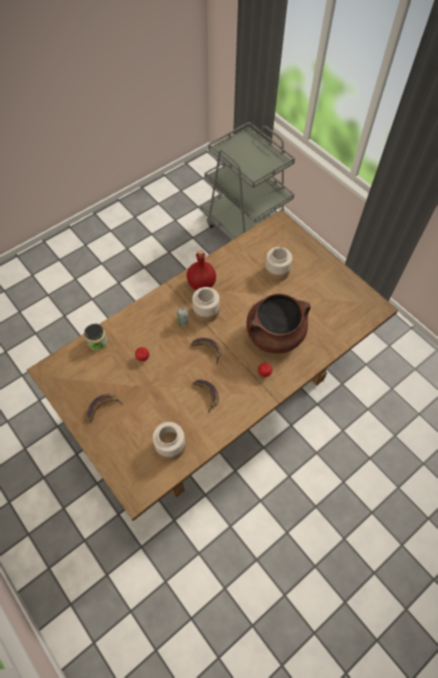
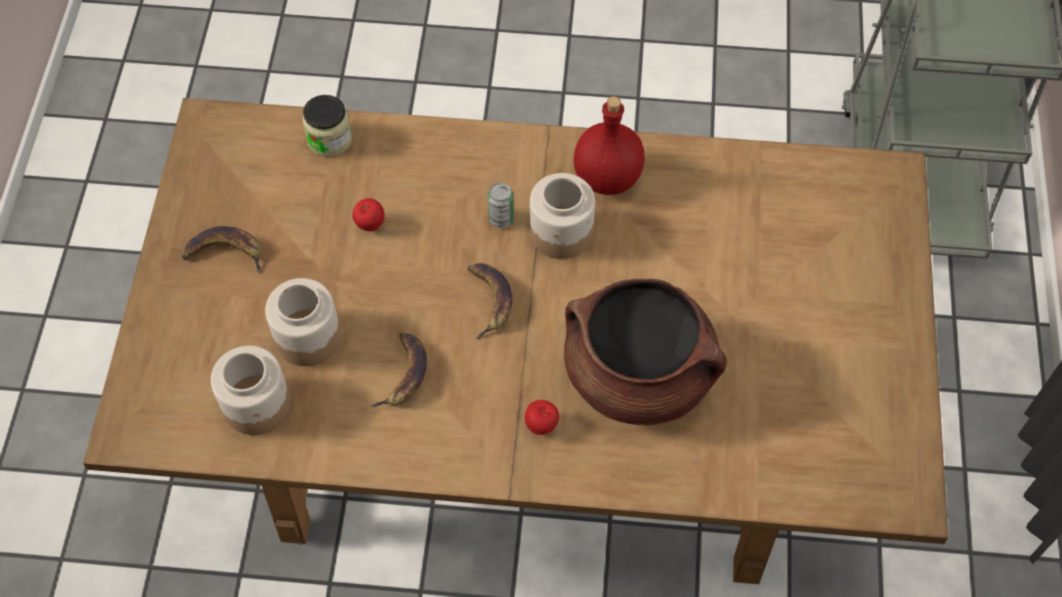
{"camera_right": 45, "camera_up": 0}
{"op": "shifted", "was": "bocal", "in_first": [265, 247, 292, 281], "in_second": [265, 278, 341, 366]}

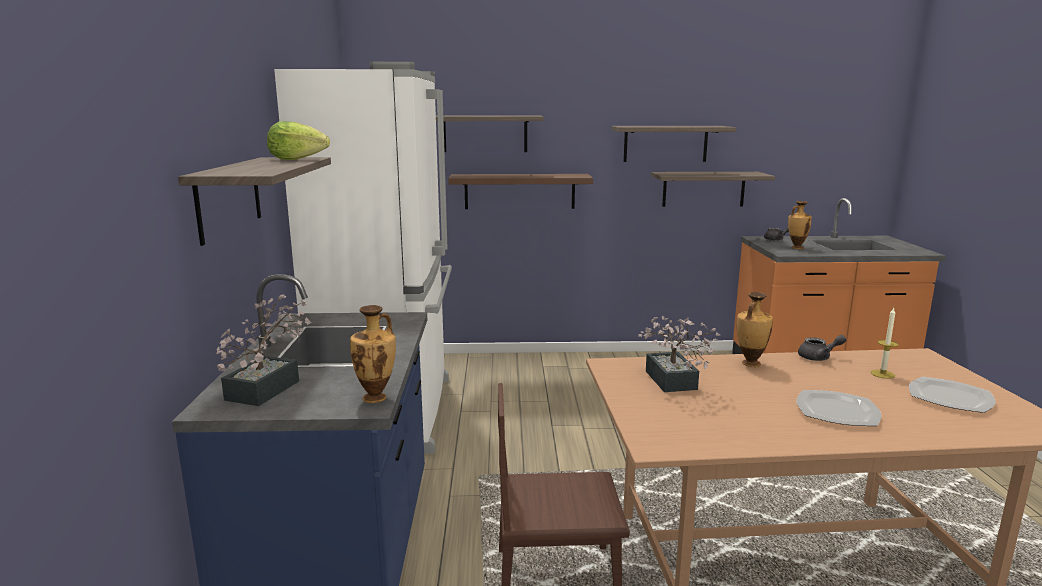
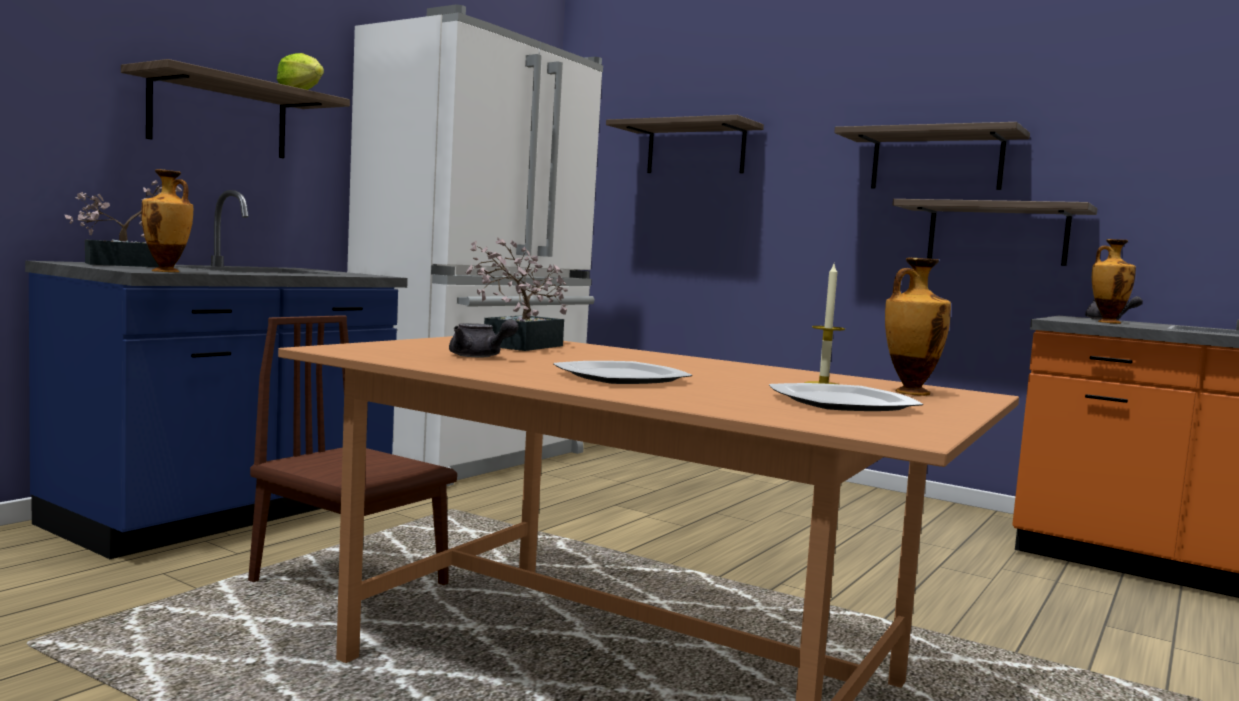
{"camera_right": 35, "camera_up": -10}
{"op": "gone", "was": "étagère (marron)", "in_first": [448, 174, 593, 209]}
{"op": "shifted", "was": "vase", "in_first": [737, 292, 773, 367], "in_second": [885, 258, 951, 396]}
{"op": "shifted", "was": "théière (gris)", "in_first": [798, 335, 846, 361], "in_second": [449, 319, 519, 357]}

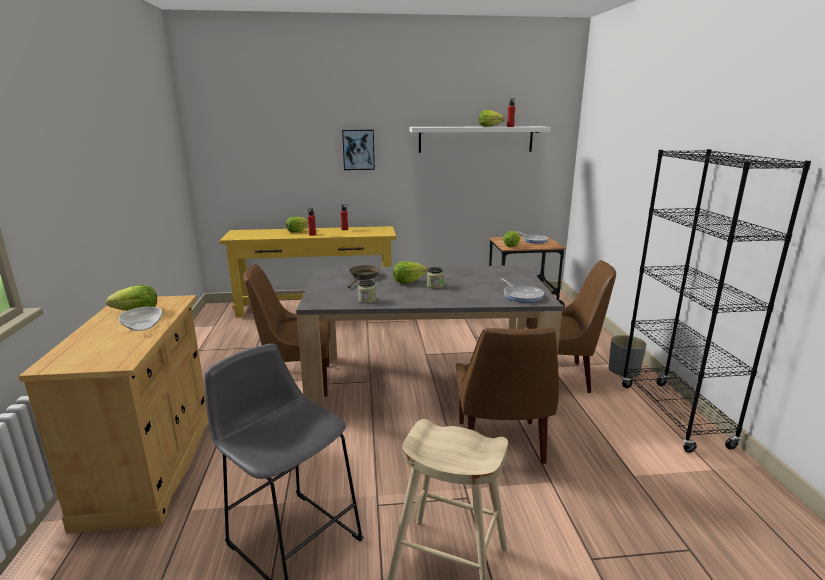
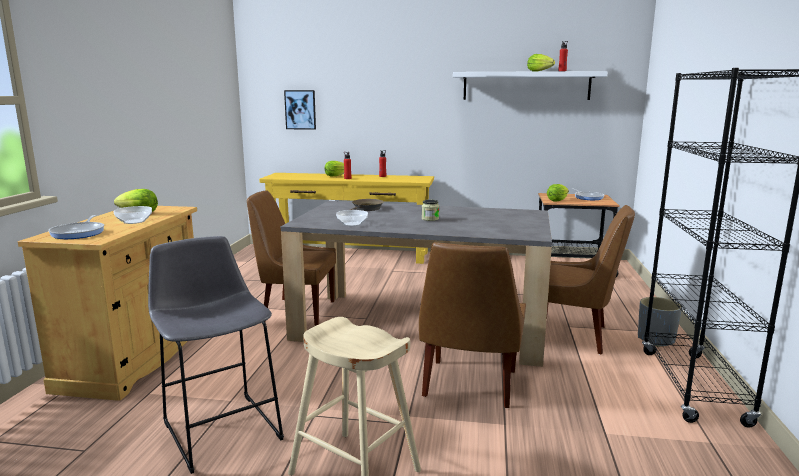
{"camera_right": 15, "camera_up": -5}
{"op": "shifted", "was": "tableau", "in_first": [342, 130, 375, 170], "in_second": [284, 90, 316, 130]}
{"op": "swapped", "was": "bocal", "now": "bol", "in_first": [358, 280, 376, 303], "in_second": [336, 210, 368, 226]}
{"op": "gone", "was": "laitue", "in_first": [393, 261, 427, 284]}
{"op": "shifted", "was": "poêle", "in_first": [501, 278, 544, 303], "in_second": [48, 215, 104, 239]}

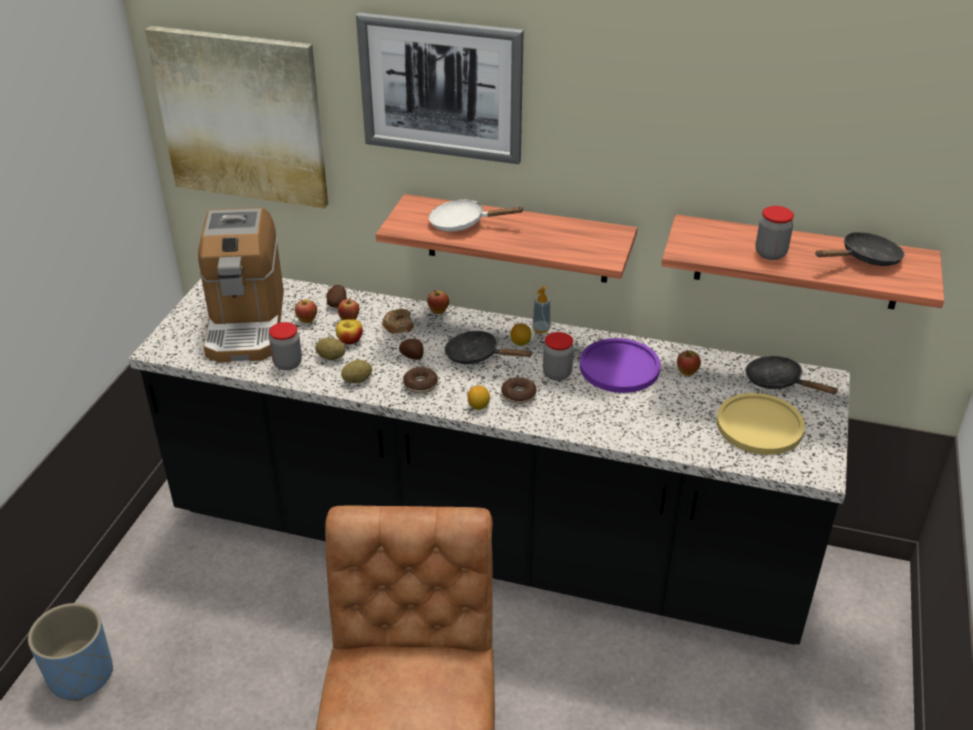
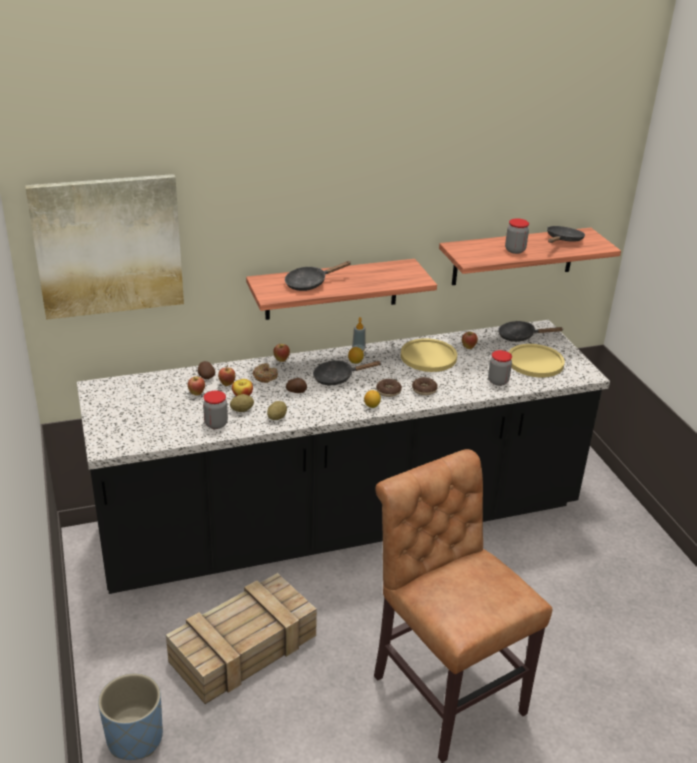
{"camera_right": -35, "camera_up": -5}
{"op": "gone", "was": "machine à café", "in_first": [198, 208, 284, 363]}
{"op": "gone", "was": "tableau", "in_first": [356, 13, 523, 164]}
{"op": "shifted", "was": "beignet", "in_first": [403, 367, 438, 393], "in_second": [412, 377, 438, 396]}
{"op": "repainted", "was": "poêle (blanc)", "now": "poêle (noir)", "in_first": [429, 199, 525, 232], "in_second": [285, 261, 351, 291]}
{"op": "shifted", "was": "bocal", "in_first": [543, 332, 574, 381], "in_second": [488, 350, 512, 386]}
{"op": "repainted", "was": "assiette (violet)", "now": "assiette (jaune)", "in_first": [580, 338, 661, 393], "in_second": [401, 338, 457, 372]}
{"op": "new", "now": "caisse", "in_second": [166, 573, 317, 704]}

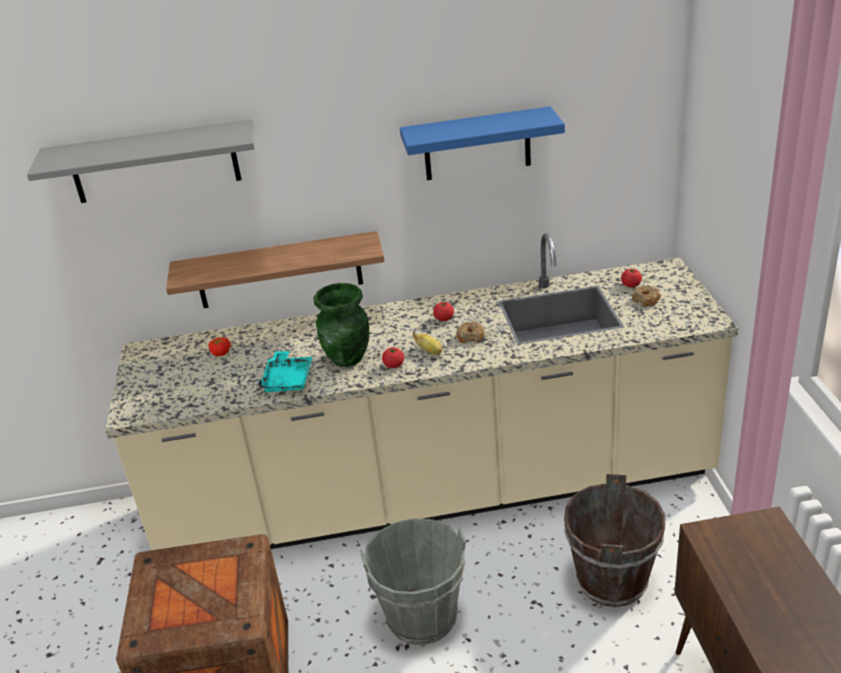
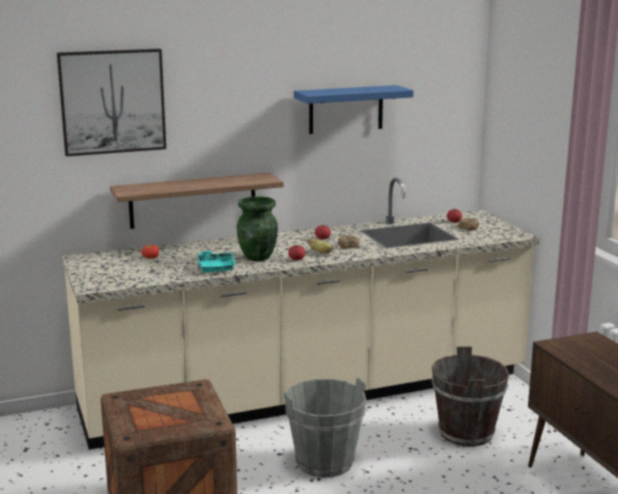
{"camera_right": -15, "camera_up": -15}
{"op": "swapped", "was": "étagère (gris)", "now": "tableau", "in_first": [27, 119, 255, 203], "in_second": [57, 49, 166, 157]}

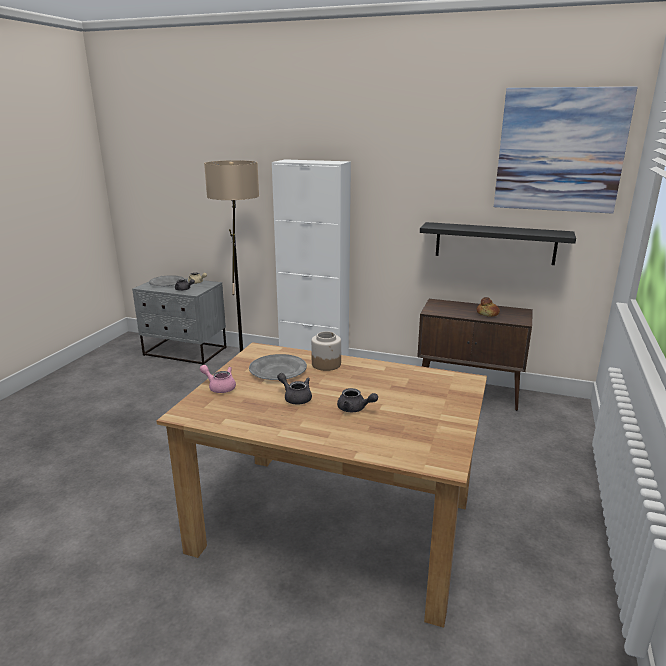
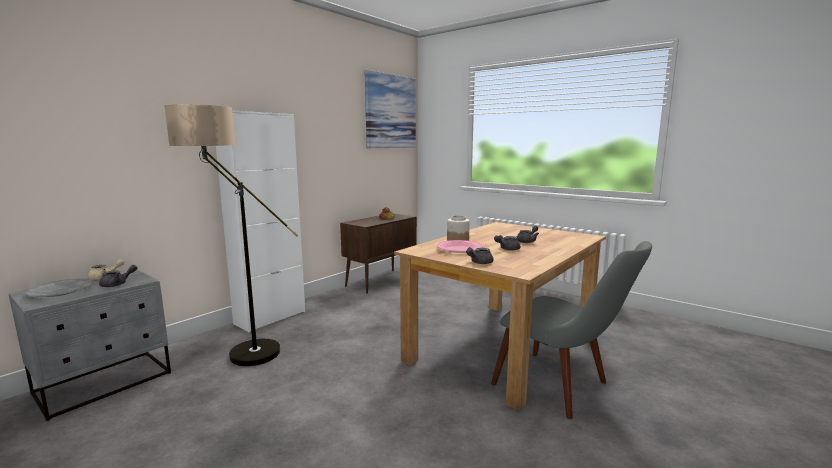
{"camera_right": -70, "camera_up": -10}
{"op": "repainted", "was": "théière (rose)", "now": "théière (gris)", "in_first": [200, 365, 236, 393], "in_second": [466, 247, 494, 264]}
{"op": "repainted", "was": "assiette (gris)", "now": "assiette (rose)", "in_first": [249, 354, 307, 380], "in_second": [437, 240, 483, 253]}
{"op": "gone", "was": "étagère (noir)", "in_first": [420, 222, 576, 265]}
{"op": "new", "now": "chaise (gris)", "in_second": [491, 241, 652, 419]}

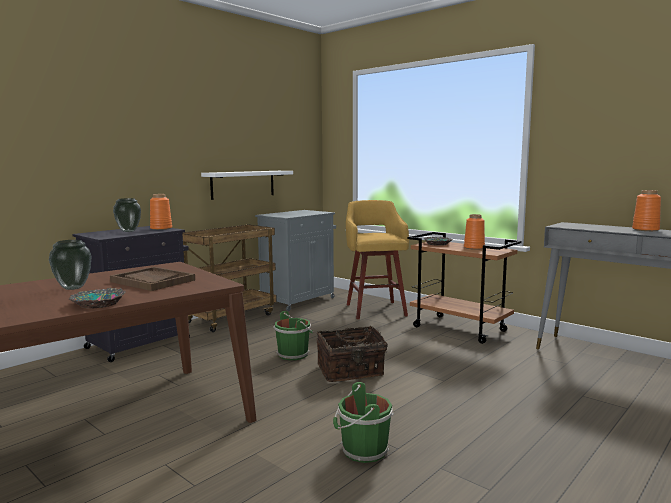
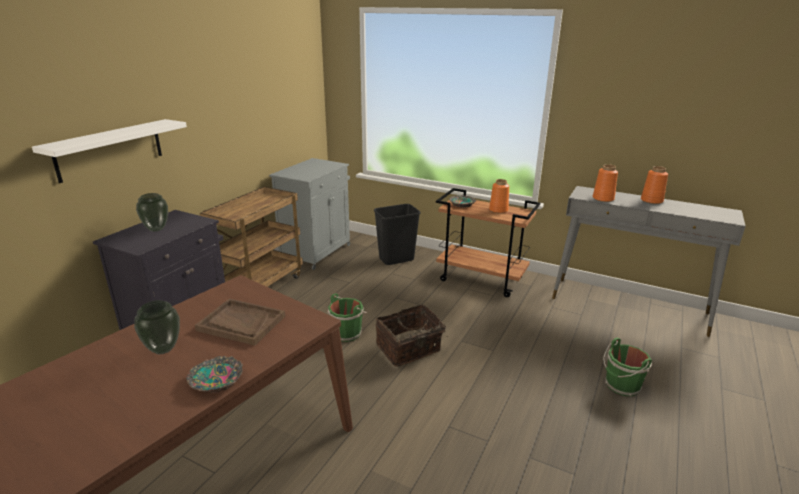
{"camera_right": -15, "camera_up": 15}
{"op": "shifted", "was": "vase (orange)", "in_first": [150, 194, 172, 230], "in_second": [593, 164, 618, 202]}
{"op": "shifted", "was": "étagère (blanc)", "in_first": [201, 171, 293, 200], "in_second": [32, 119, 187, 183]}
{"op": "shifted", "was": "seau (vert)", "in_first": [333, 382, 394, 463], "in_second": [603, 338, 652, 396]}
{"op": "swapped", "was": "tabouret (jaune)", "now": "poubelle (noir)", "in_first": [346, 200, 409, 319], "in_second": [374, 204, 420, 265]}

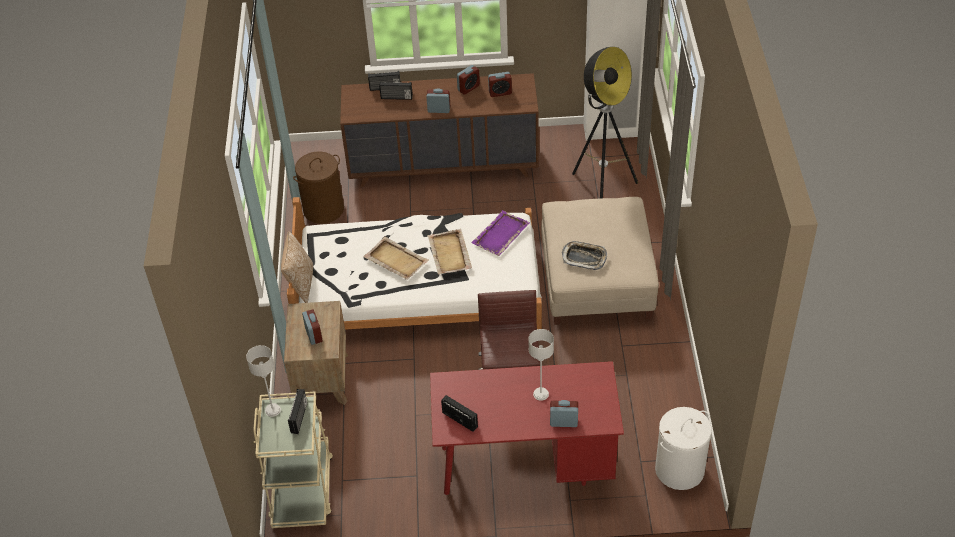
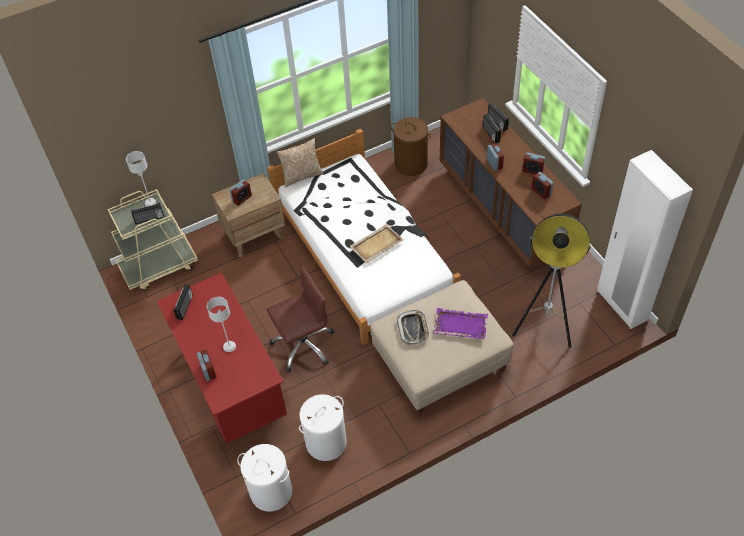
{"camera_right": 65, "camera_up": 5}
{"op": "gone", "was": "plateau (beige)", "in_first": [363, 237, 429, 280]}
{"op": "shifted", "was": "plateau (violet)", "in_first": [471, 210, 530, 256], "in_second": [434, 308, 488, 339]}
{"op": "new", "now": "panier à linge (blanc)", "in_second": [299, 394, 347, 461]}

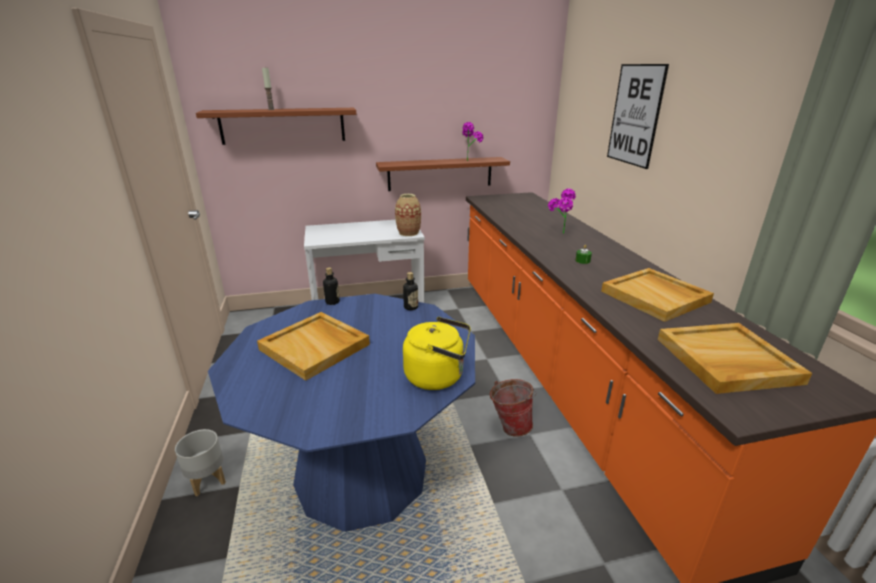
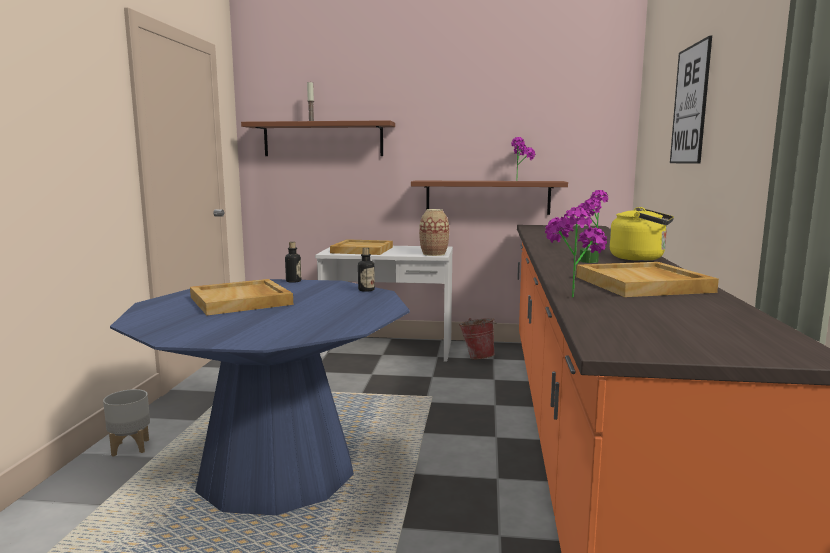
{"camera_right": 20, "camera_up": -15}
{"op": "shifted", "was": "bouilloire (jaune)", "in_first": [403, 317, 471, 390], "in_second": [610, 207, 674, 261]}
{"op": "shifted", "was": "seau", "in_first": [490, 379, 537, 437], "in_second": [459, 318, 497, 359]}
{"op": "shifted", "was": "plateau (beige)", "in_first": [658, 323, 812, 394], "in_second": [330, 239, 393, 255]}
{"op": "new", "now": "plante en pot", "in_second": [545, 207, 607, 298]}

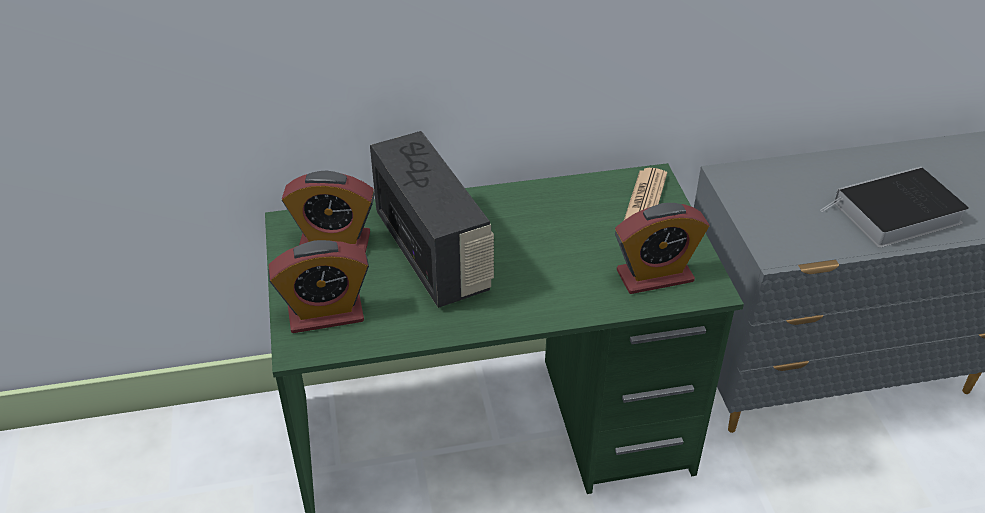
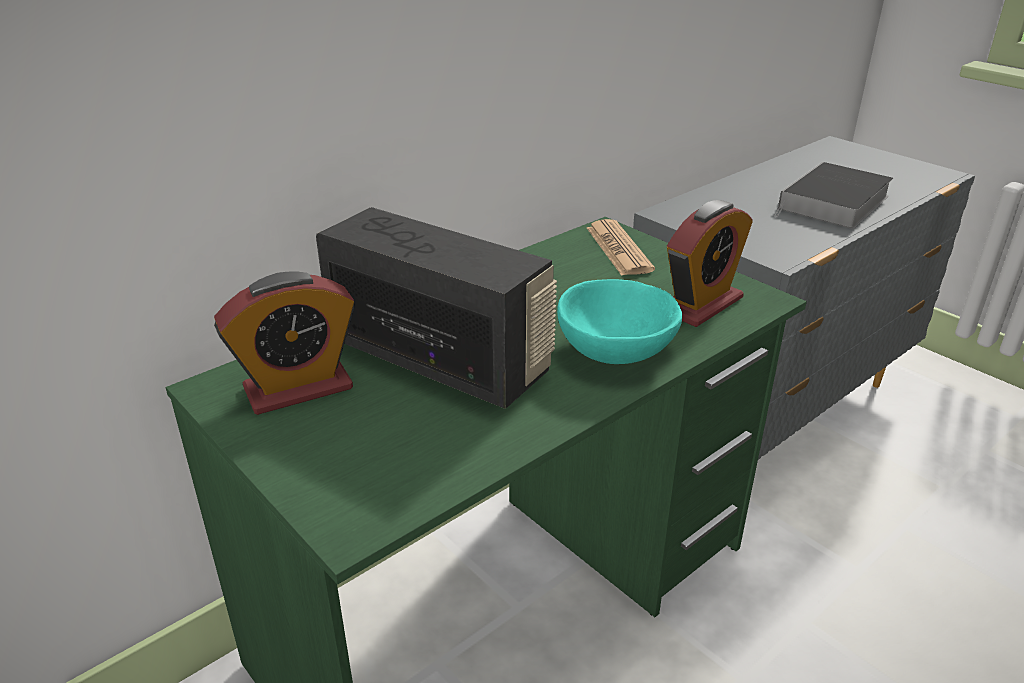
{"camera_right": -30, "camera_up": -10}
{"op": "gone", "was": "réveil", "in_first": [268, 240, 369, 333]}
{"op": "new", "now": "bol (turquoise)", "in_second": [557, 279, 682, 364]}

